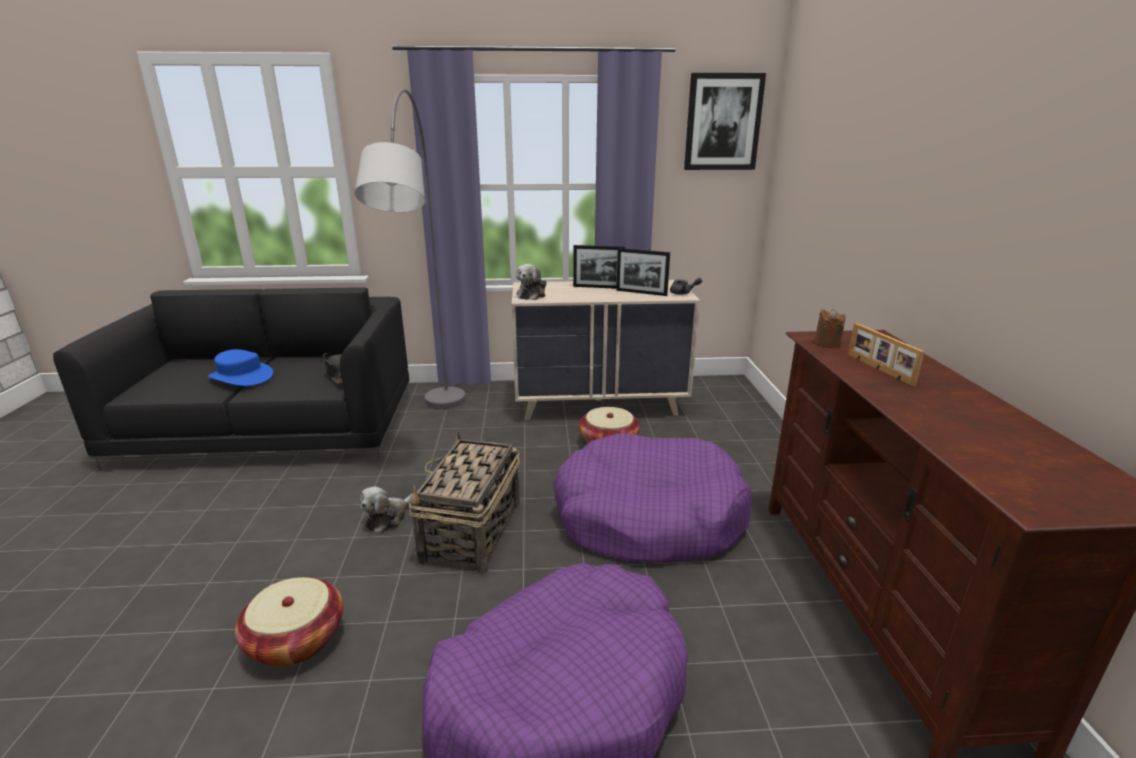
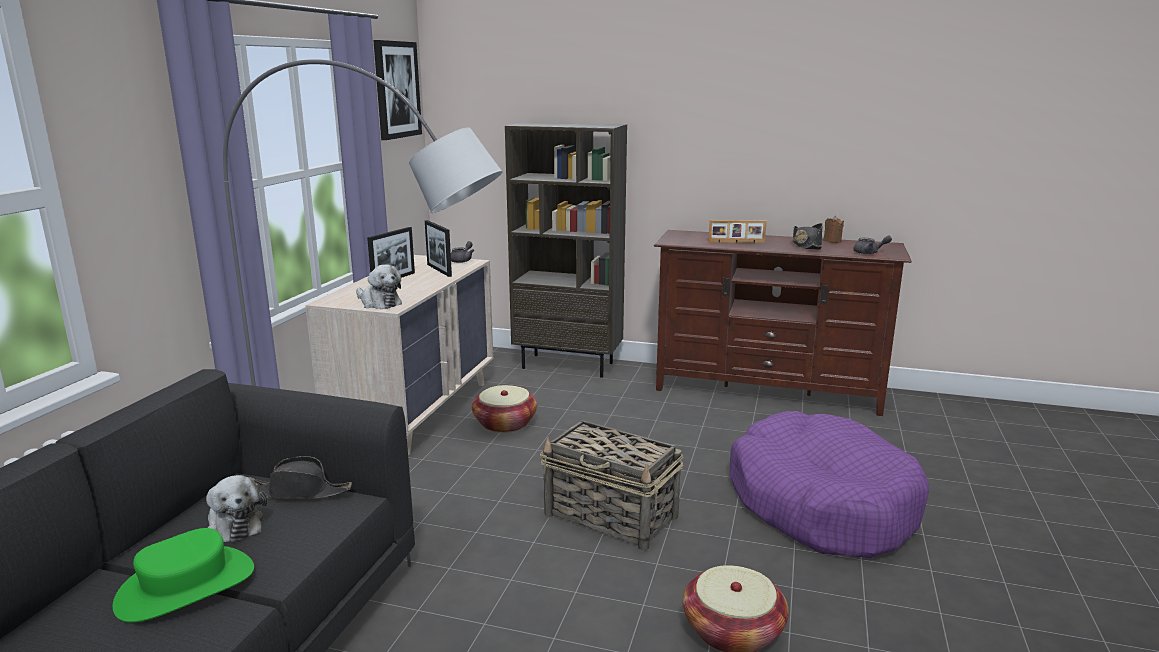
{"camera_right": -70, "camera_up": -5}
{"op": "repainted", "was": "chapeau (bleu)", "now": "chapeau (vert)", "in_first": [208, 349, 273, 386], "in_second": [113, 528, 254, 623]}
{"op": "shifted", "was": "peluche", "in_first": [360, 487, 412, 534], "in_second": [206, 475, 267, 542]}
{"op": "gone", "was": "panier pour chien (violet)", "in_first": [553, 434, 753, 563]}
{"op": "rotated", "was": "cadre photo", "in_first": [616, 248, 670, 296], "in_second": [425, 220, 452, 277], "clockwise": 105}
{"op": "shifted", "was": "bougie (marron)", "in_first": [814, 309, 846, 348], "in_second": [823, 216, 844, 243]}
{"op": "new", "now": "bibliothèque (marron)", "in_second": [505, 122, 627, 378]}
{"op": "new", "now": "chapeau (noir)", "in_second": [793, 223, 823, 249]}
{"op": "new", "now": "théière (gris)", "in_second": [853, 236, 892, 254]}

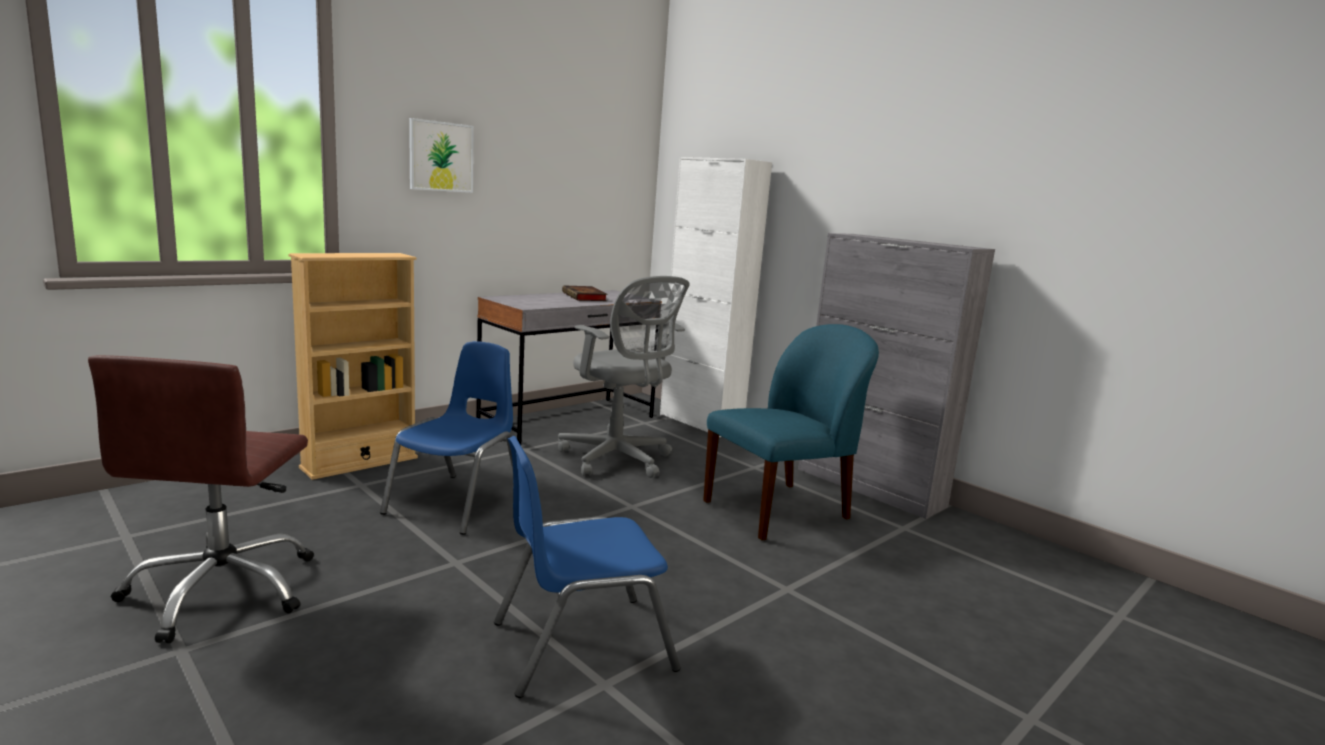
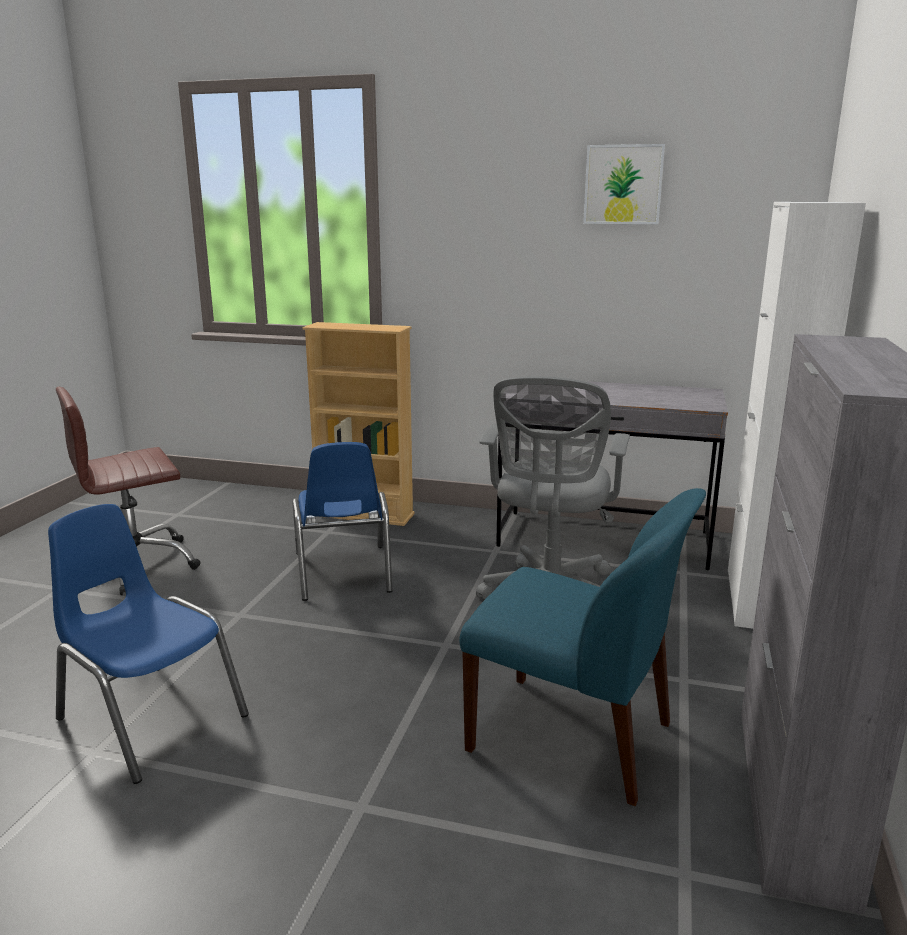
{"camera_right": 60, "camera_up": 5}
{"op": "rotated", "was": "chaise (bleu)", "in_first": [380, 341, 513, 535], "in_second": [292, 442, 393, 601], "clockwise": 90}
{"op": "shifted", "was": "tableau", "in_first": [409, 118, 474, 193], "in_second": [583, 144, 665, 224]}
{"op": "gone", "was": "livre", "in_first": [562, 285, 607, 301]}

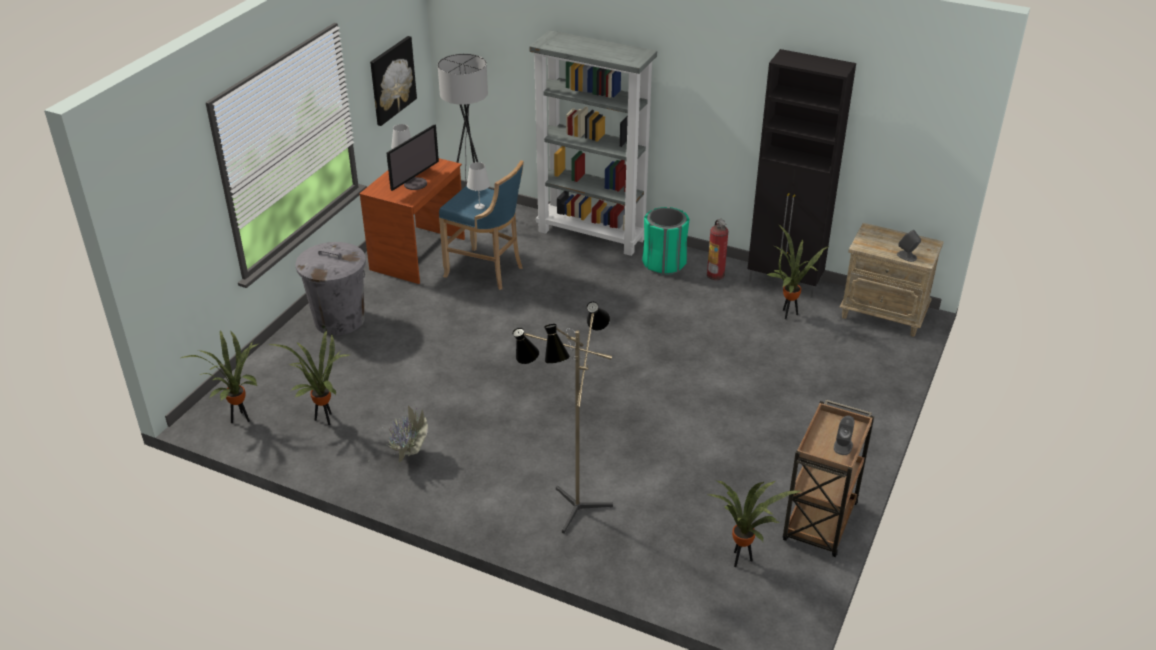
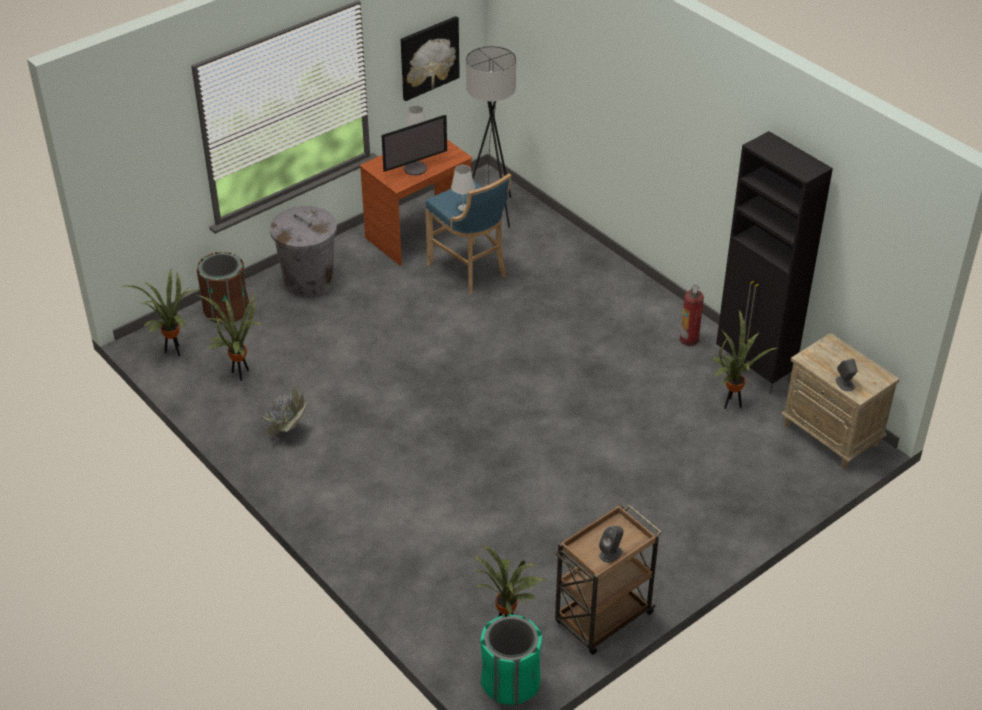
{"camera_right": 25, "camera_up": 5}
{"op": "gone", "was": "lampadaire", "in_first": [513, 302, 613, 534]}
{"op": "gone", "was": "bibliothèque (gris)", "in_first": [529, 30, 657, 256]}
{"op": "shifted", "was": "poubelle (vert)", "in_first": [642, 207, 689, 275], "in_second": [480, 614, 542, 705]}
{"op": "new", "now": "poubelle (marron)", "in_second": [197, 252, 249, 324]}

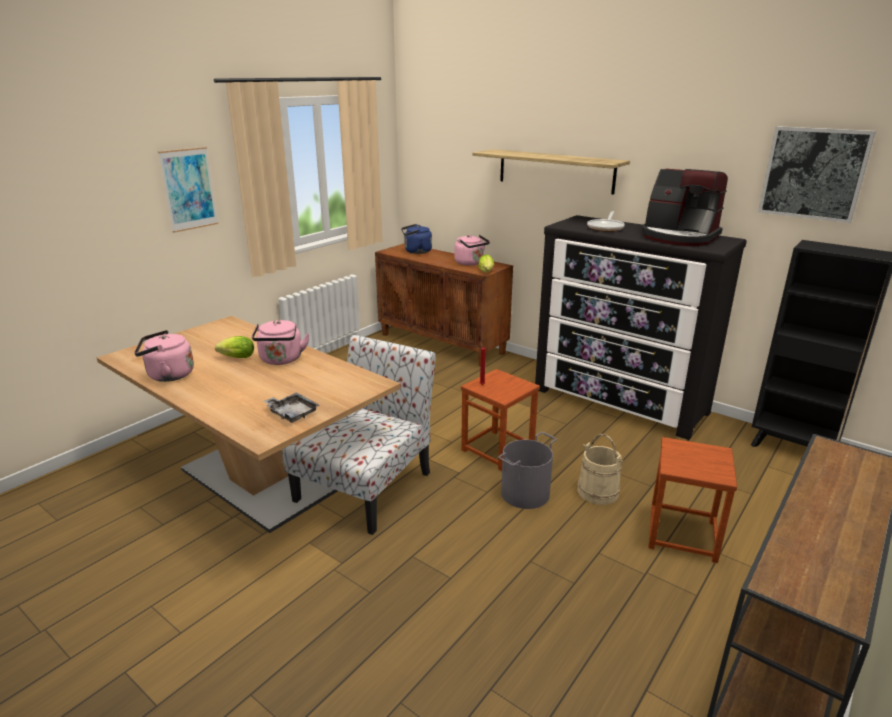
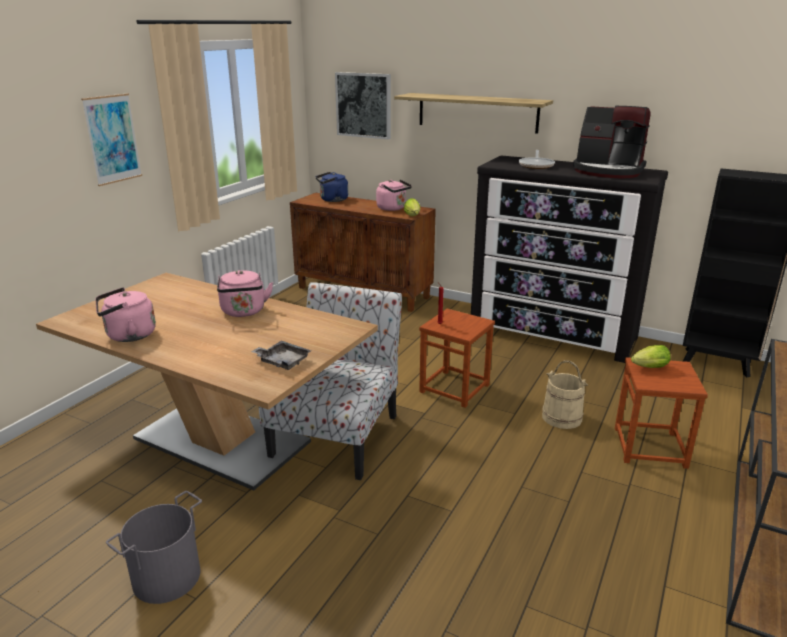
{"camera_right": -10, "camera_up": 0}
{"op": "shifted", "was": "laitue", "in_first": [215, 336, 254, 358], "in_second": [631, 345, 671, 368]}
{"op": "shifted", "was": "seau (gris)", "in_first": [498, 432, 557, 509], "in_second": [106, 491, 202, 604]}
{"op": "shifted", "was": "tableau", "in_first": [758, 126, 876, 223], "in_second": [335, 72, 391, 139]}

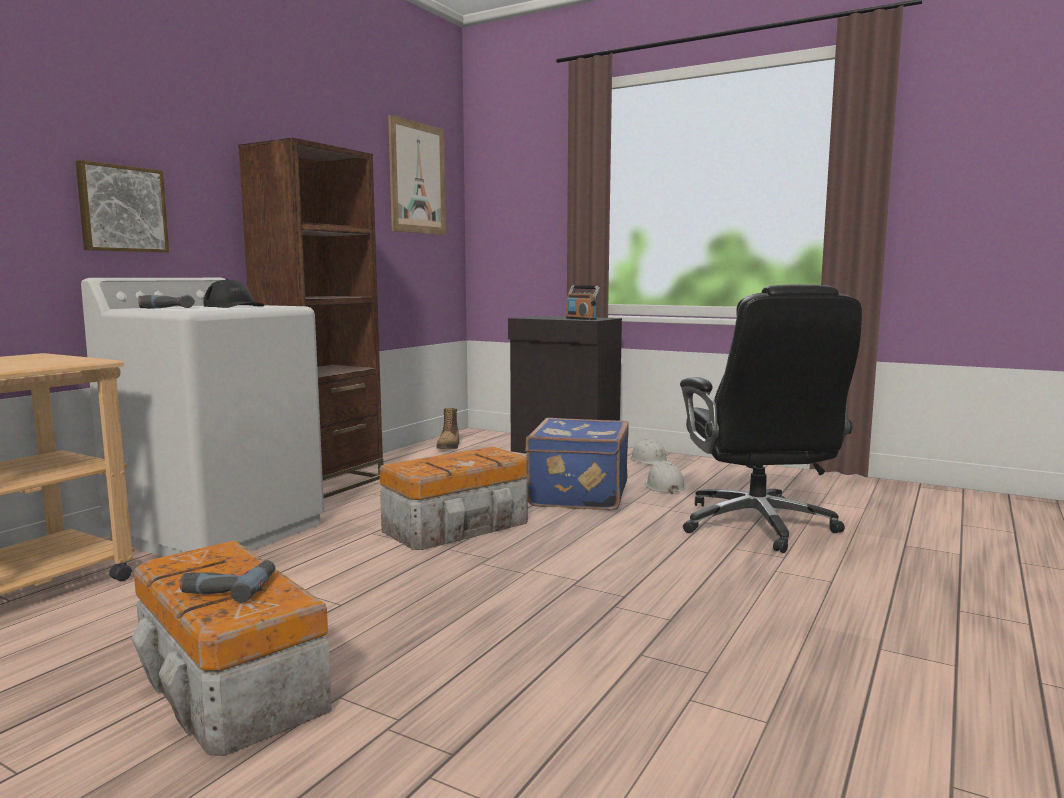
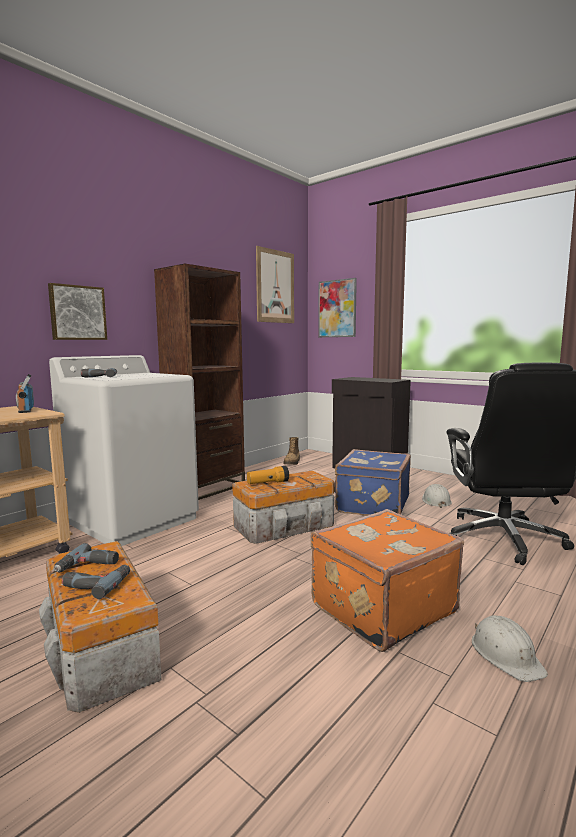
{"camera_right": 10, "camera_up": 0}
{"op": "gone", "was": "casquette (noir)", "in_first": [204, 279, 264, 308]}
{"op": "shifted", "was": "radio", "in_first": [566, 285, 600, 320], "in_second": [16, 374, 34, 413]}
{"op": "shifted", "was": "casque de chantier (blanc)", "in_first": [630, 439, 672, 466], "in_second": [472, 615, 548, 682]}
{"op": "new", "now": "perceuse", "in_second": [54, 543, 119, 572]}
{"op": "new", "now": "lampe de poche", "in_second": [247, 466, 289, 484]}
{"op": "new", "now": "valise (orange)", "in_second": [311, 509, 464, 652]}
{"op": "new", "now": "tableau", "in_second": [318, 278, 357, 337]}

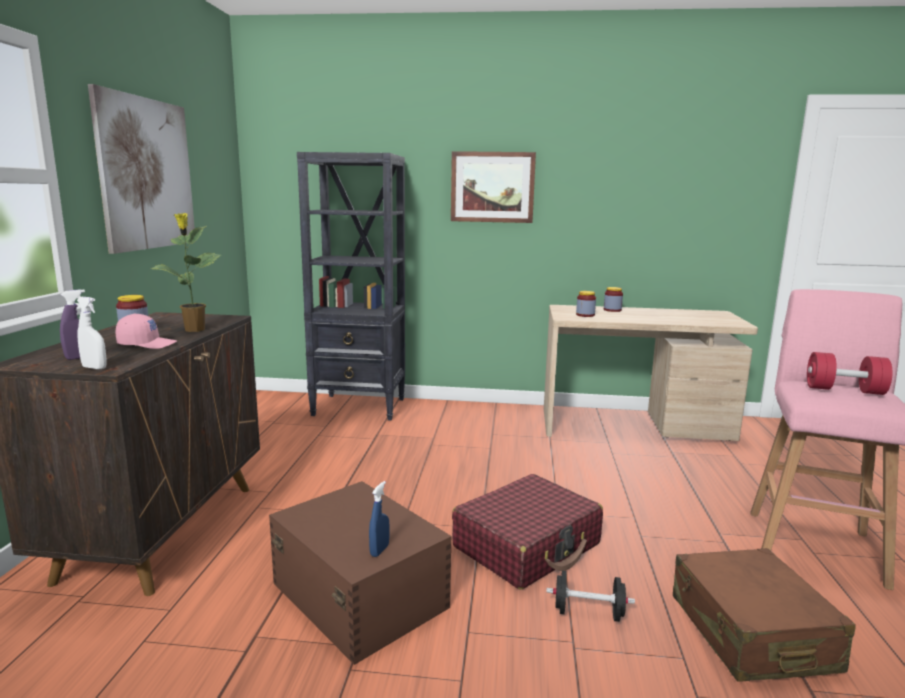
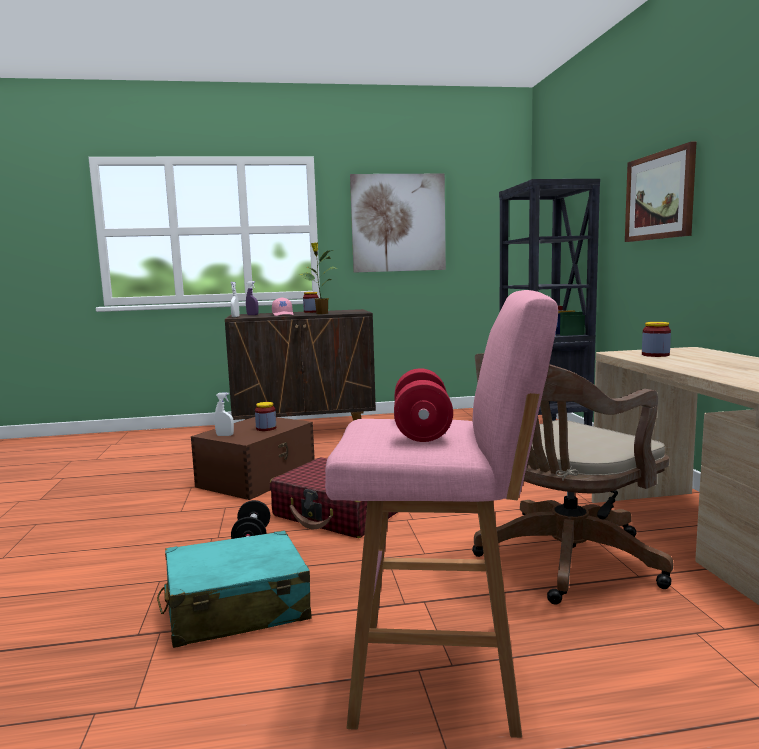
{"camera_right": 75, "camera_up": -5}
{"op": "repainted", "was": "vaporisateur (bleu)", "now": "vaporisateur (blanc)", "in_first": [369, 481, 390, 557], "in_second": [214, 392, 234, 436]}
{"op": "shifted", "was": "bocal", "in_first": [604, 287, 623, 312], "in_second": [255, 402, 276, 431]}
{"op": "repainted", "was": "valise (marron)", "now": "valise (turquoise)", "in_first": [673, 548, 856, 682], "in_second": [157, 531, 312, 648]}
{"op": "new", "now": "chaise de bureau (marron)", "in_second": [472, 353, 673, 605]}

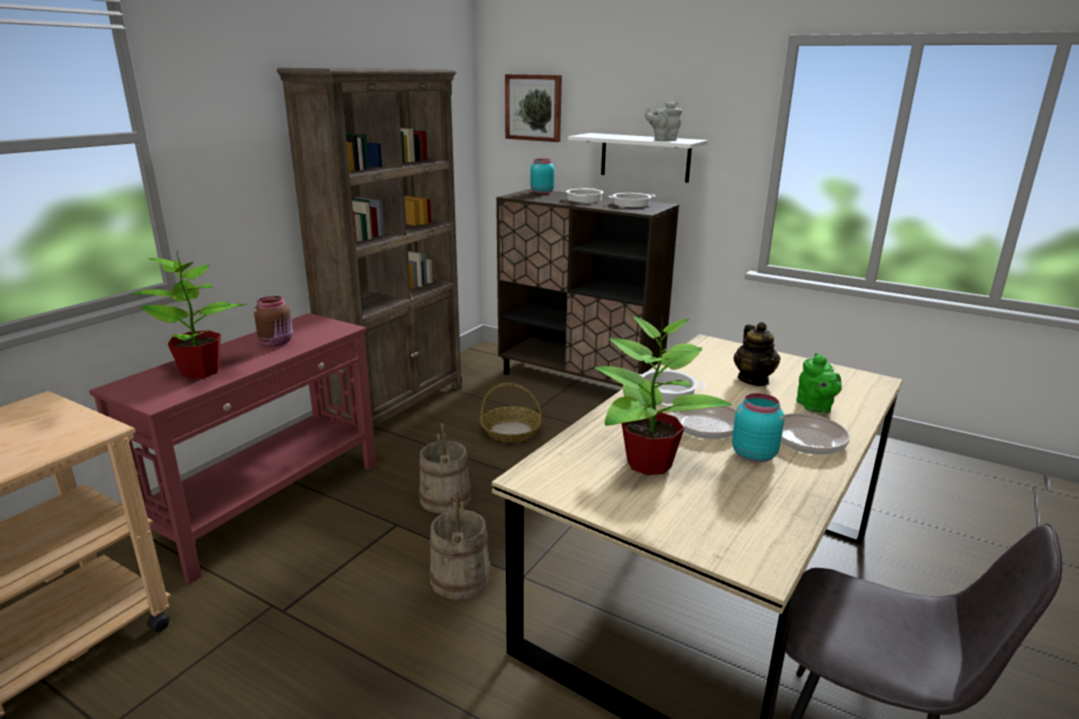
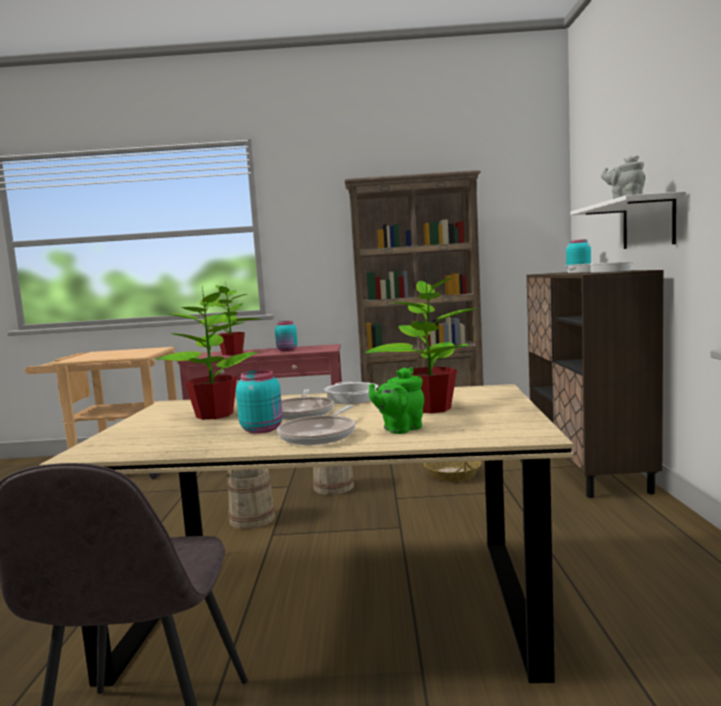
{"camera_right": 60, "camera_up": -15}
{"op": "repainted", "was": "bocal (marron)", "now": "bocal (turquoise)", "in_first": [254, 296, 293, 346], "in_second": [275, 321, 298, 351]}
{"op": "gone", "was": "tableau", "in_first": [505, 74, 562, 142]}
{"op": "swapped", "was": "théière", "now": "plante en pot", "in_first": [733, 322, 780, 386], "in_second": [365, 273, 476, 413]}

